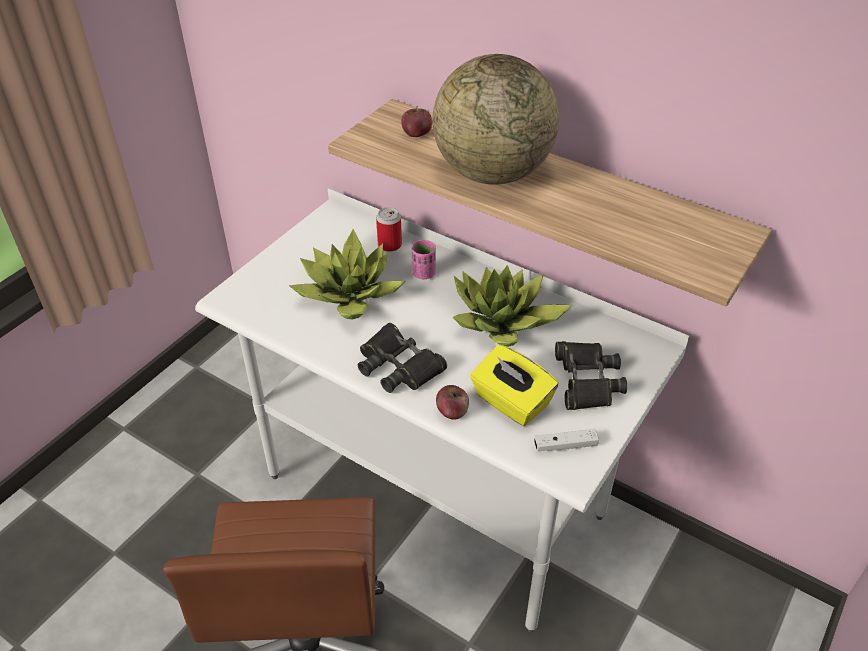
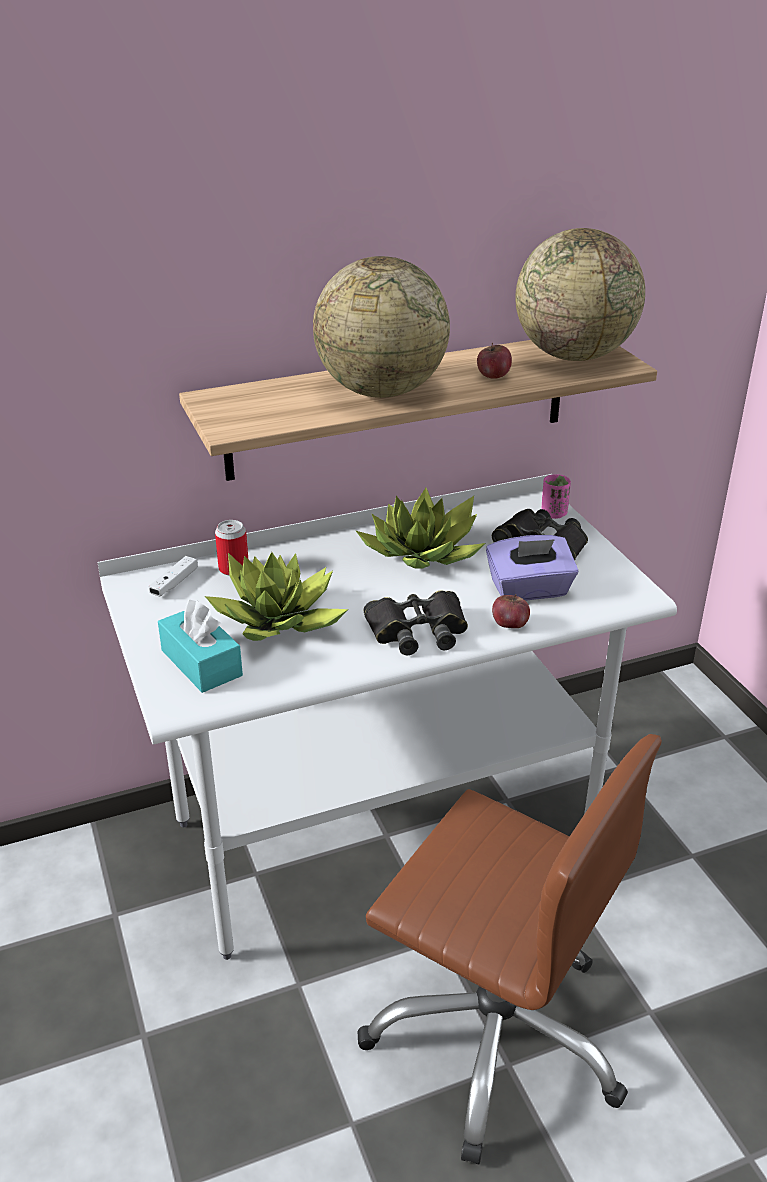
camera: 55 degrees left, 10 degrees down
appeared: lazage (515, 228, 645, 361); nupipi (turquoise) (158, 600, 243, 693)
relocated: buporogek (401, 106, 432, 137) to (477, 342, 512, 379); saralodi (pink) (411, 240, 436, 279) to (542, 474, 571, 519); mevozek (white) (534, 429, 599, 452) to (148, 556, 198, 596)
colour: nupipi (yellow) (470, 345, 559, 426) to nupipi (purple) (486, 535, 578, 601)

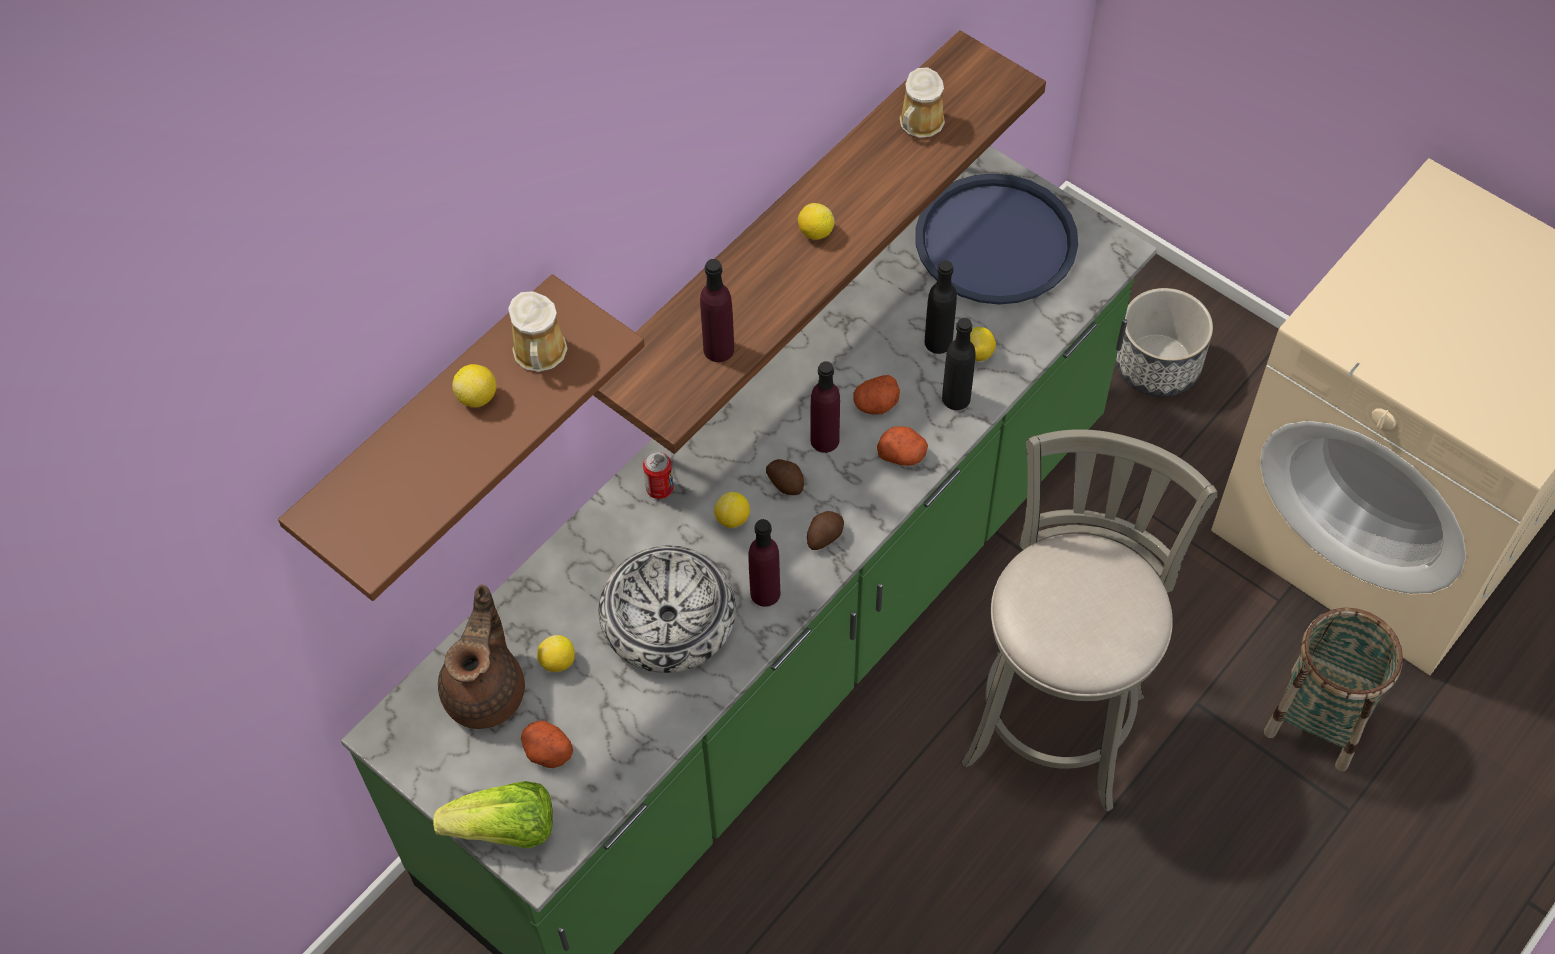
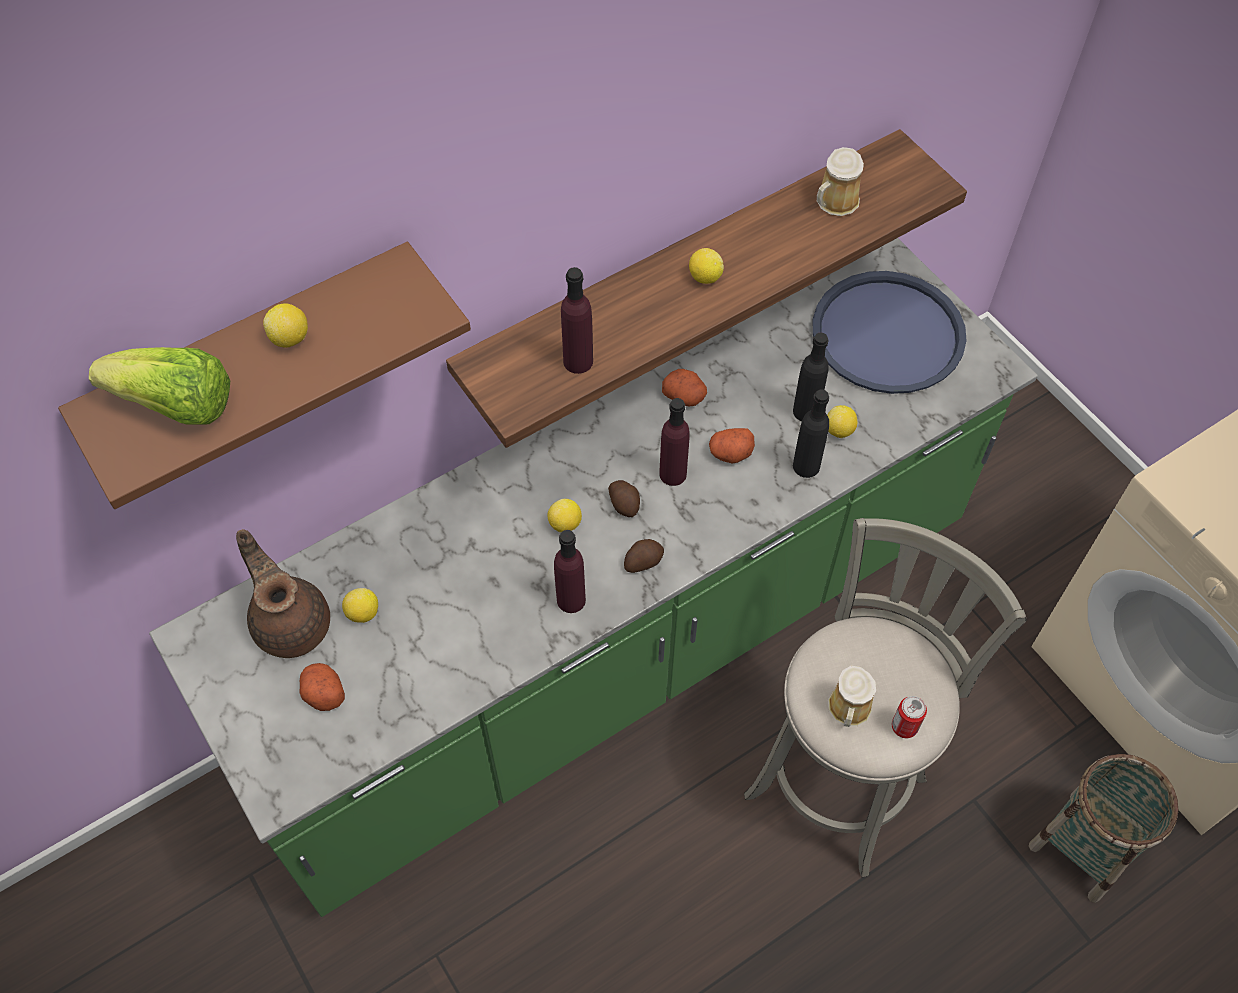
camera: 15 degrees right, 0 degrees up
missing: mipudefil (1115, 288, 1213, 397); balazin (599, 546, 736, 673)
relocated: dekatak (508, 291, 568, 372) to (828, 666, 876, 727); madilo (877, 426, 928, 466) to (662, 369, 707, 407); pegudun (643, 451, 674, 499) to (892, 696, 927, 738); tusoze (433, 781, 553, 849) to (89, 347, 231, 425)
spun: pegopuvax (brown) (438, 584, 525, 729) = (236, 529, 330, 658) 60 degrees counterclockwise

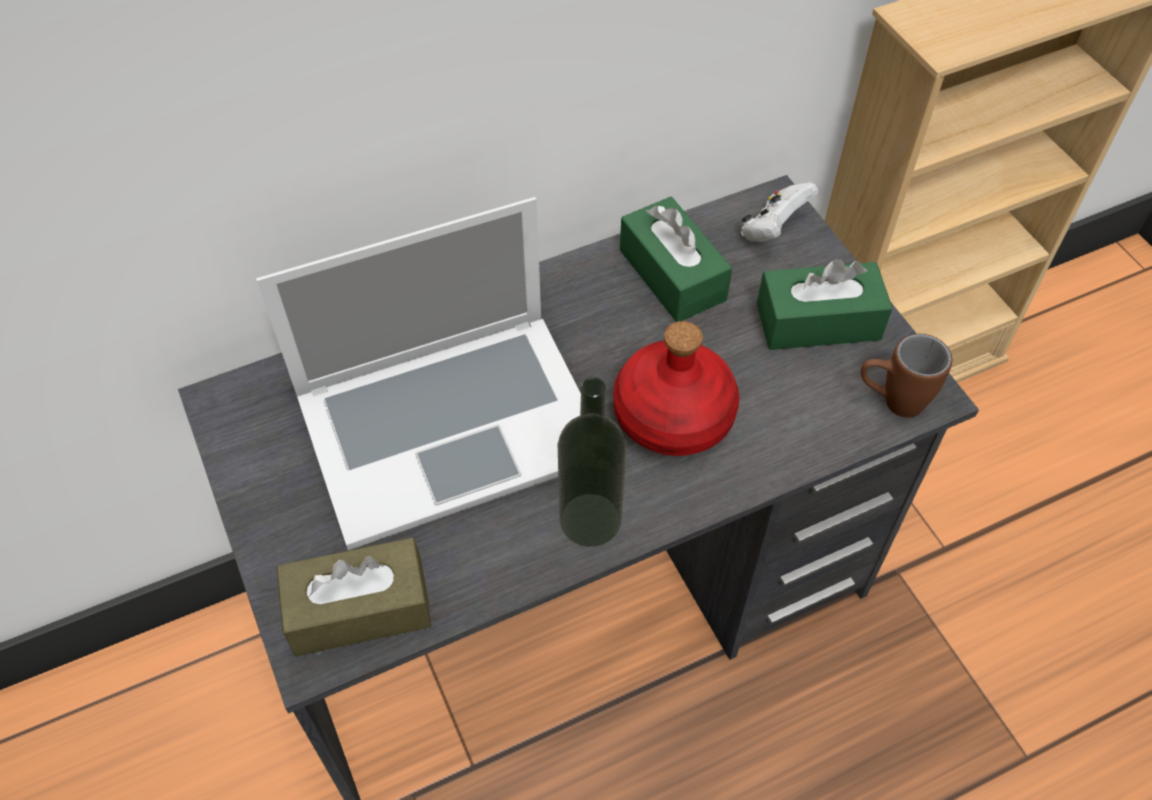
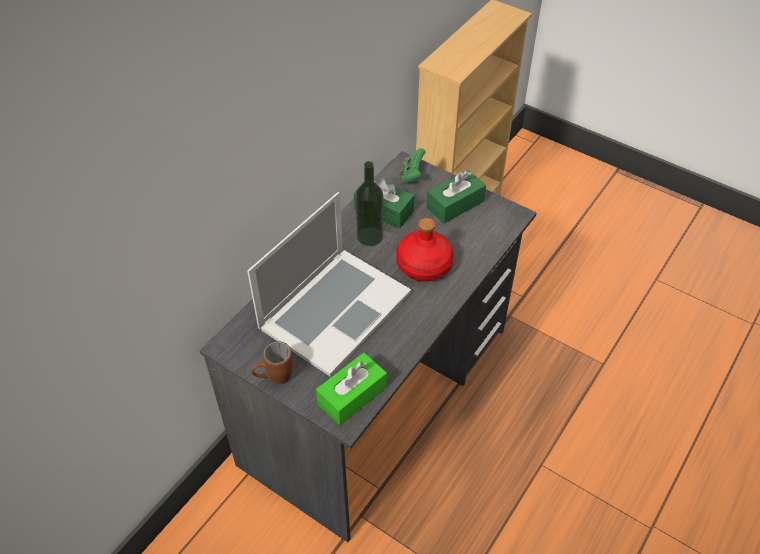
camera: 30 degrees left, 5 degrees down
relocated: dekatak (brown) (861, 334, 952, 418) to (251, 341, 293, 384); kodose (558, 377, 627, 547) to (356, 161, 383, 246)
colour: mevozek (white) (741, 182, 818, 242) to mevozek (green) (400, 148, 425, 184); nupipi (brown) (276, 537, 432, 657) to nupipi (green) (316, 353, 387, 425)

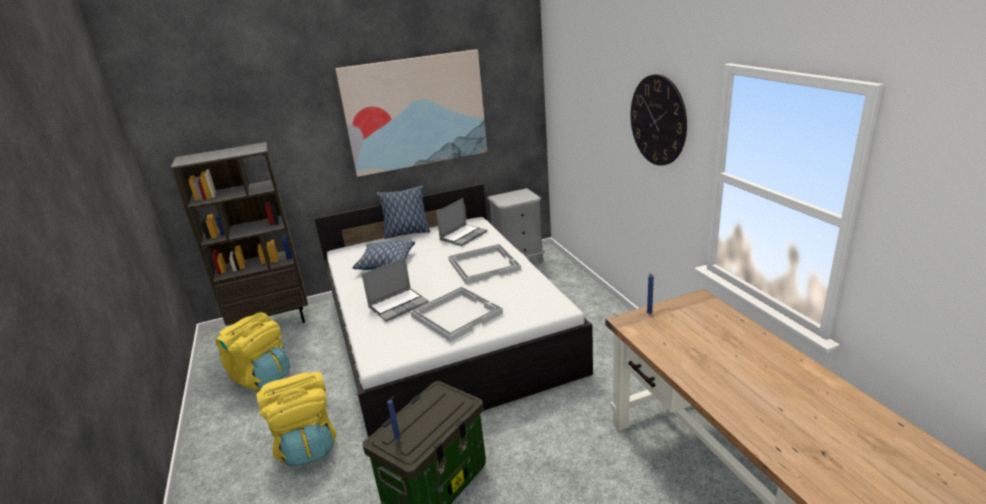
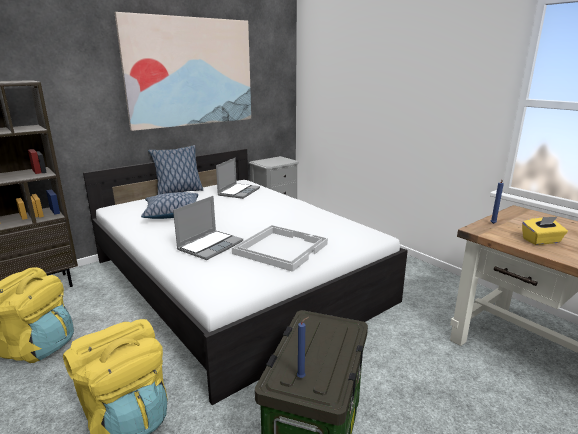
camera: 20 degrees left, 5 degrees down
missing: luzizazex (631, 74, 687, 166); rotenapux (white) (448, 244, 521, 284)
appeared: nupipi (yellow) (522, 217, 568, 245)

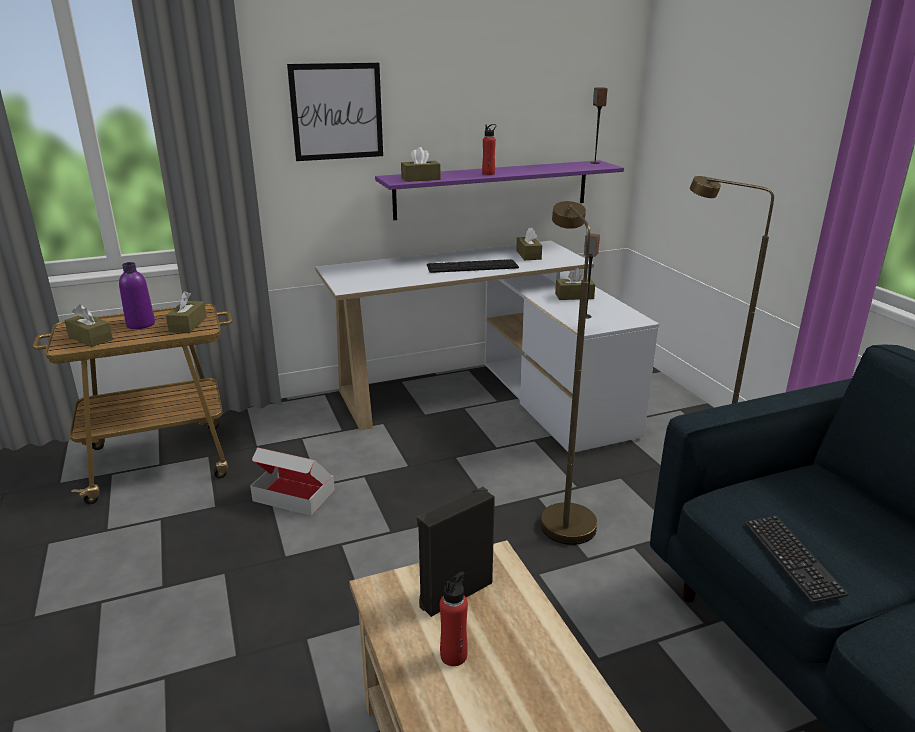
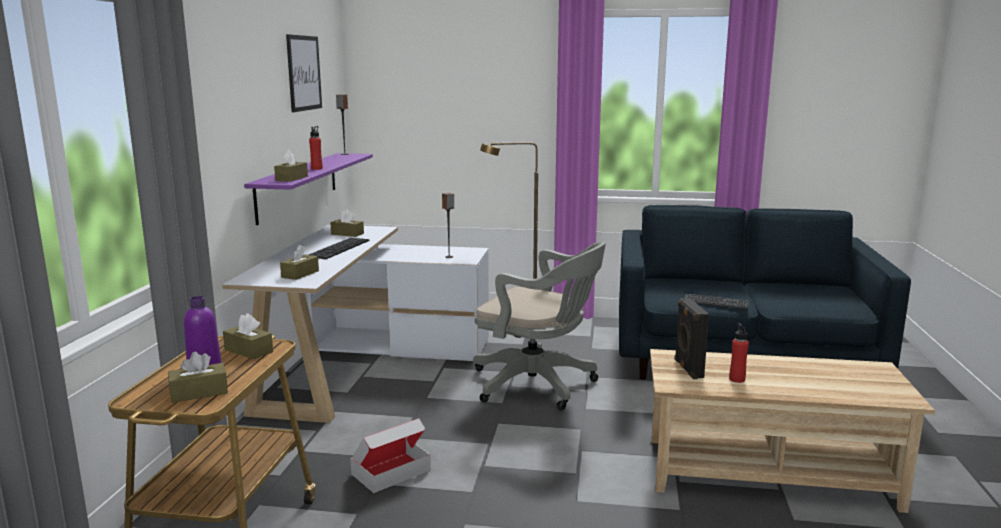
camera: 60 degrees left, 10 degrees down
relocated: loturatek (287, 63, 383, 161) to (286, 34, 322, 112); nupipi (brown) (555, 268, 595, 300) to (280, 245, 319, 280)
exchanged: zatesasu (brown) (541, 201, 597, 545) to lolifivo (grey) (473, 241, 606, 410)

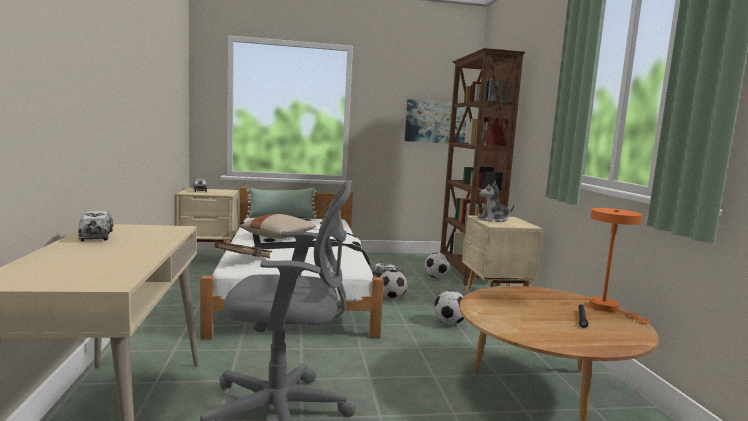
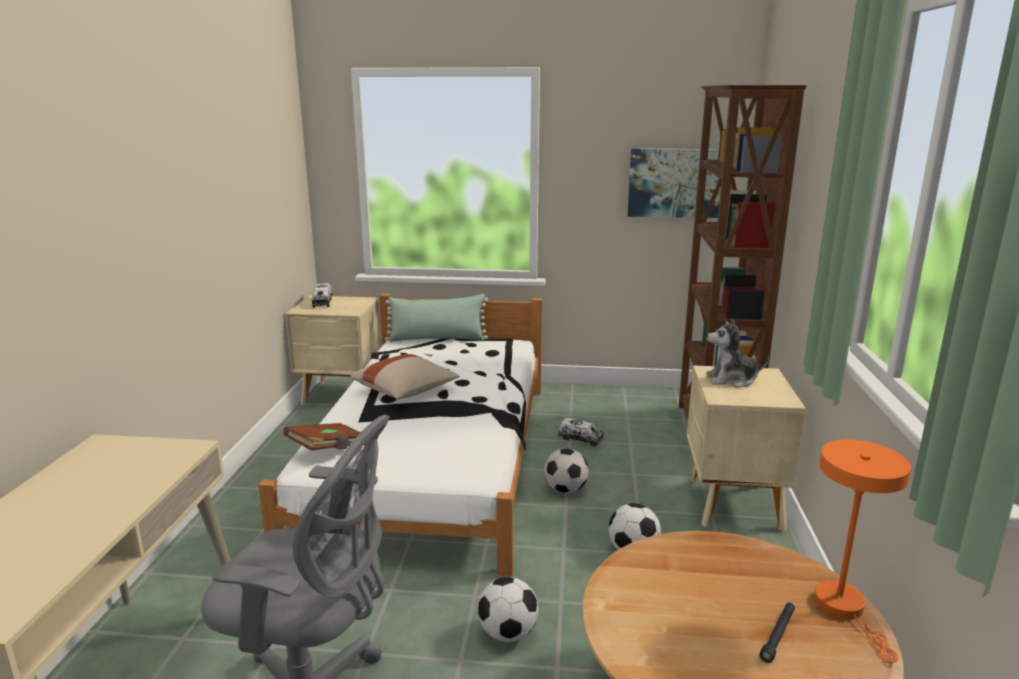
camera: 15 degrees right, 10 degrees up
missing: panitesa (78, 211, 113, 241)
relocated: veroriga (424, 253, 450, 278) to (478, 577, 538, 642)

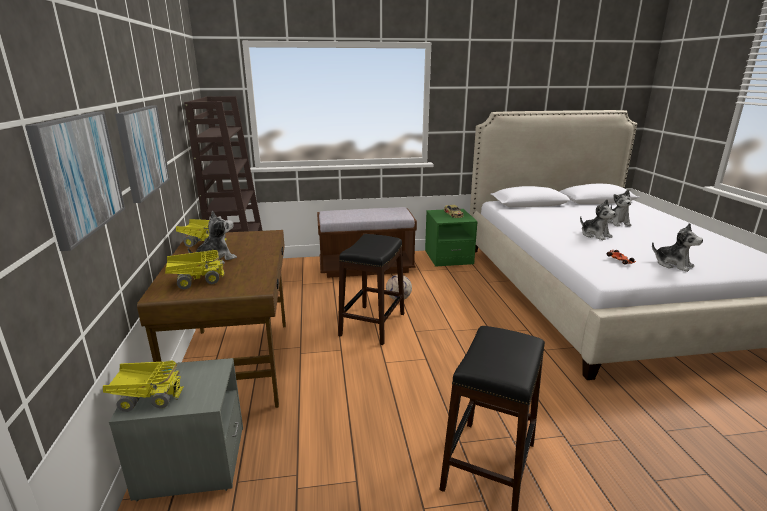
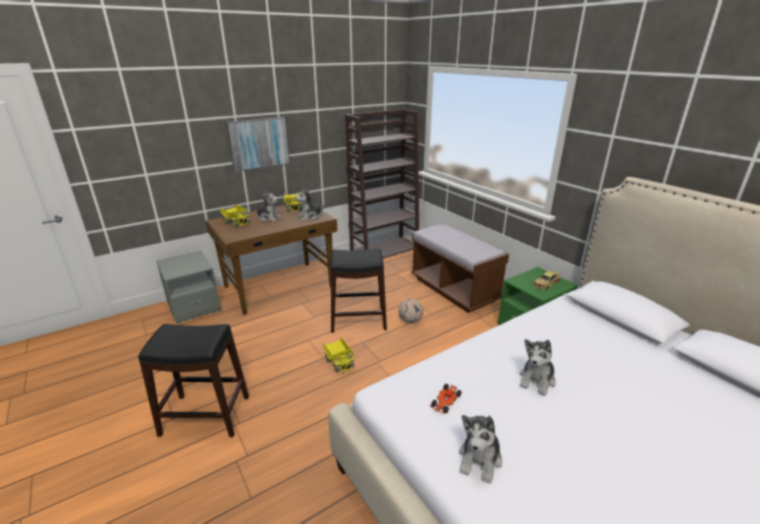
camera: 65 degrees right, 5 degrees up
missing: loturatek (25, 112, 125, 251)
relocated: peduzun (608, 190, 631, 227) to (295, 188, 325, 221); panitesa (103, 360, 184, 412) to (323, 337, 355, 372)

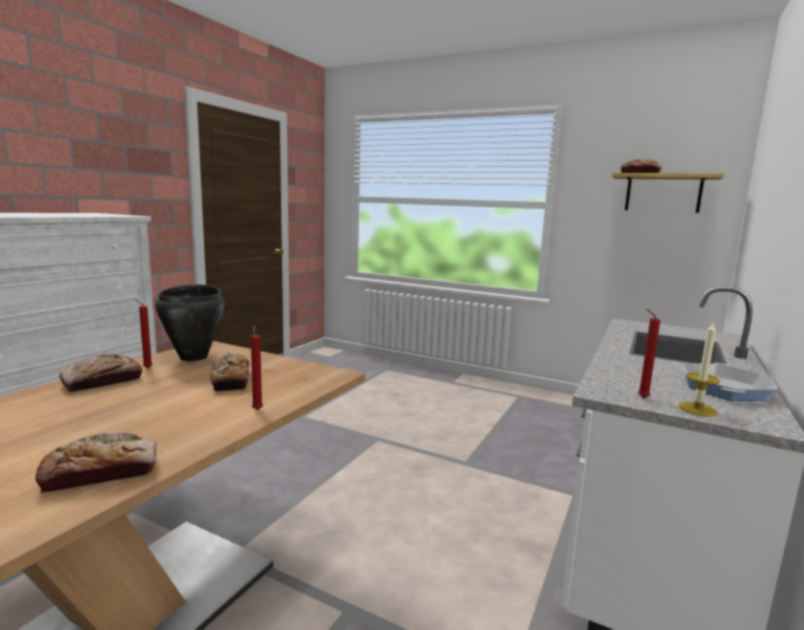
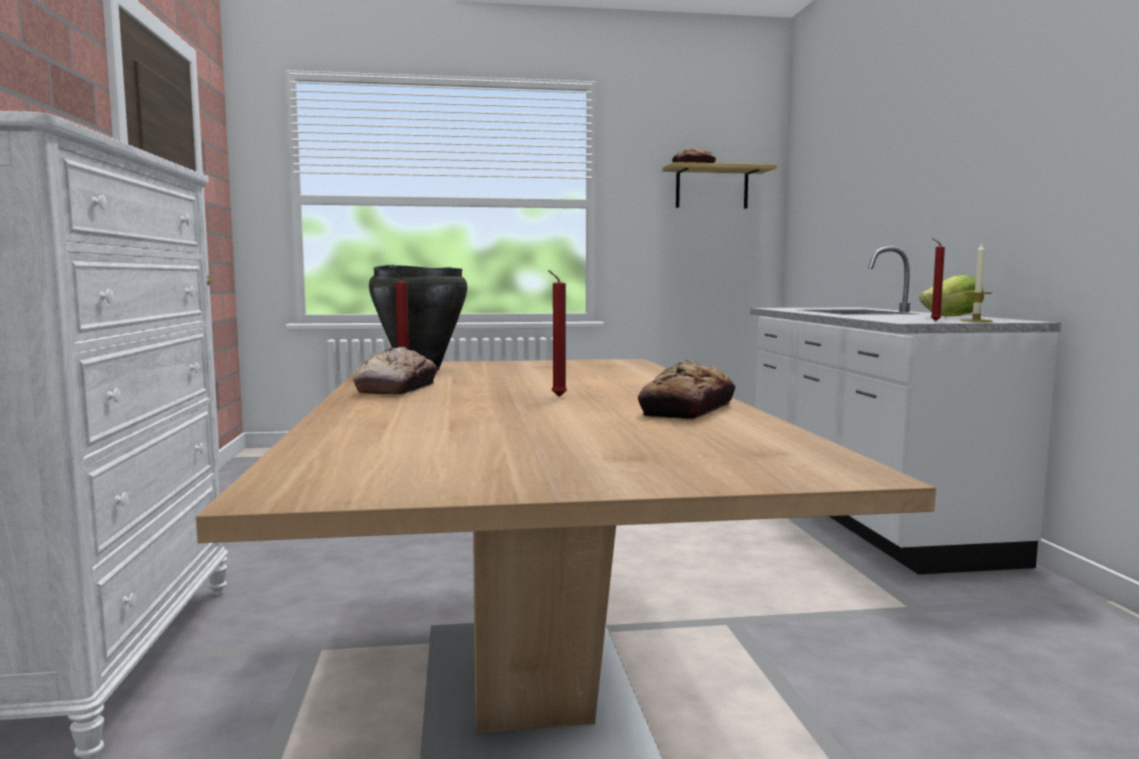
camera: 35 degrees left, 5 degrees down
missing: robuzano (210, 352, 249, 392)
relocated: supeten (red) (251, 325, 263, 410) to (548, 270, 567, 397)
exchanged: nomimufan (682, 363, 778, 401) to tusoze (919, 275, 984, 317)

